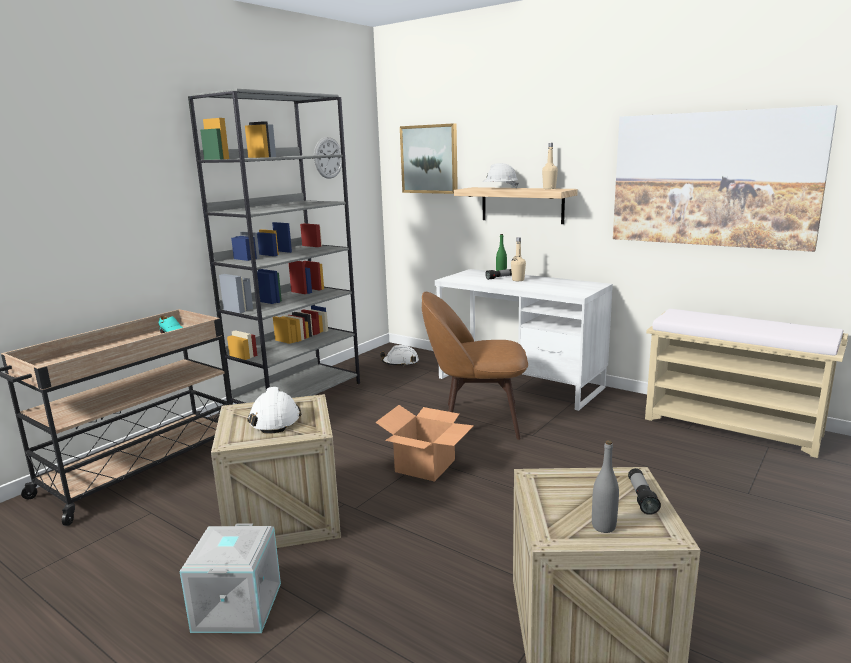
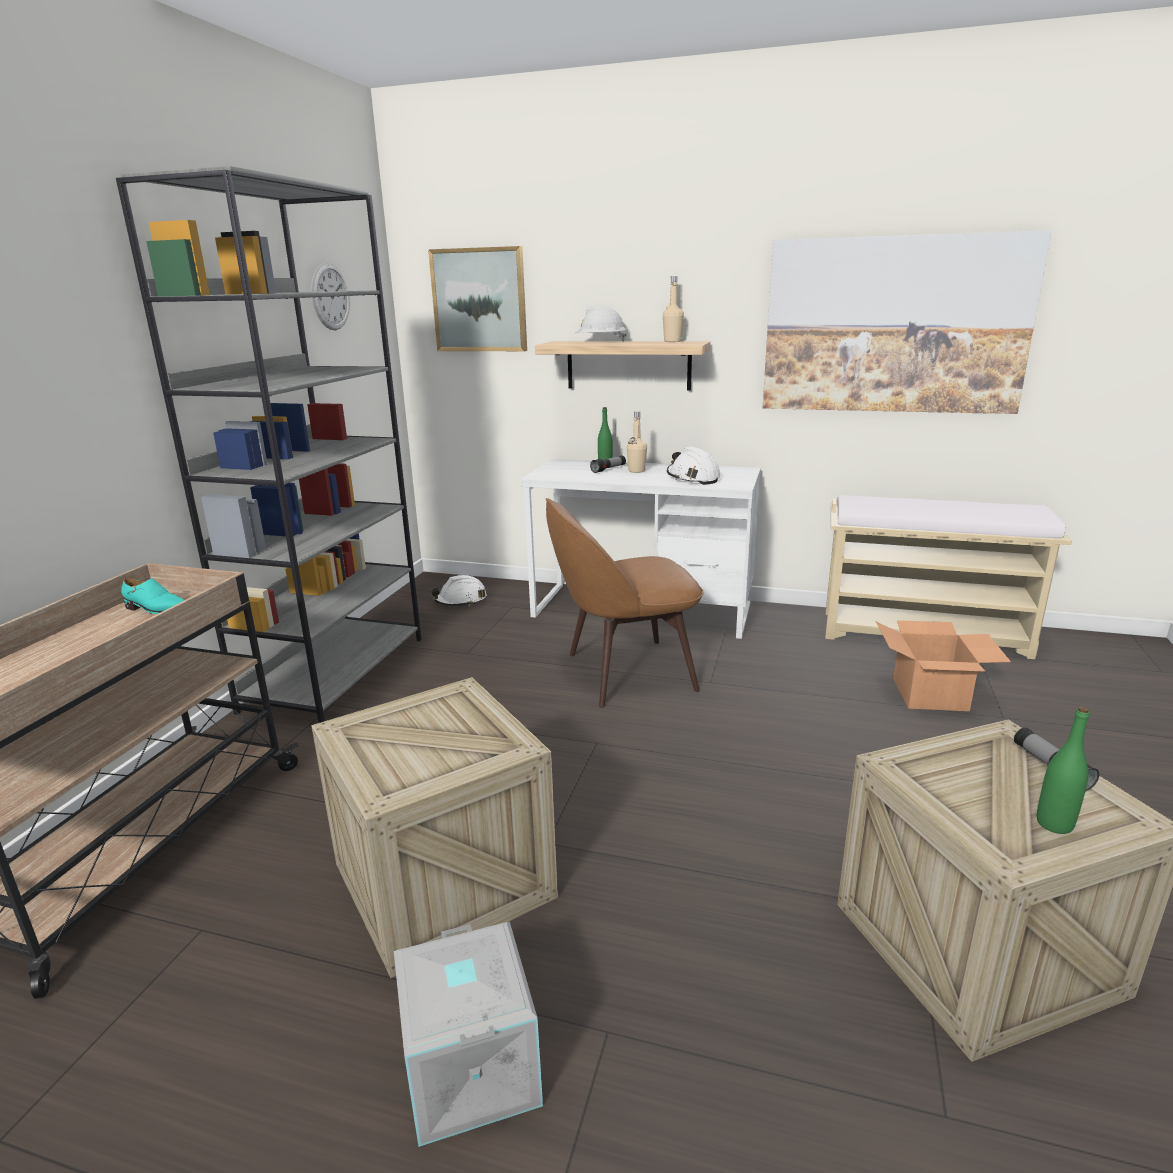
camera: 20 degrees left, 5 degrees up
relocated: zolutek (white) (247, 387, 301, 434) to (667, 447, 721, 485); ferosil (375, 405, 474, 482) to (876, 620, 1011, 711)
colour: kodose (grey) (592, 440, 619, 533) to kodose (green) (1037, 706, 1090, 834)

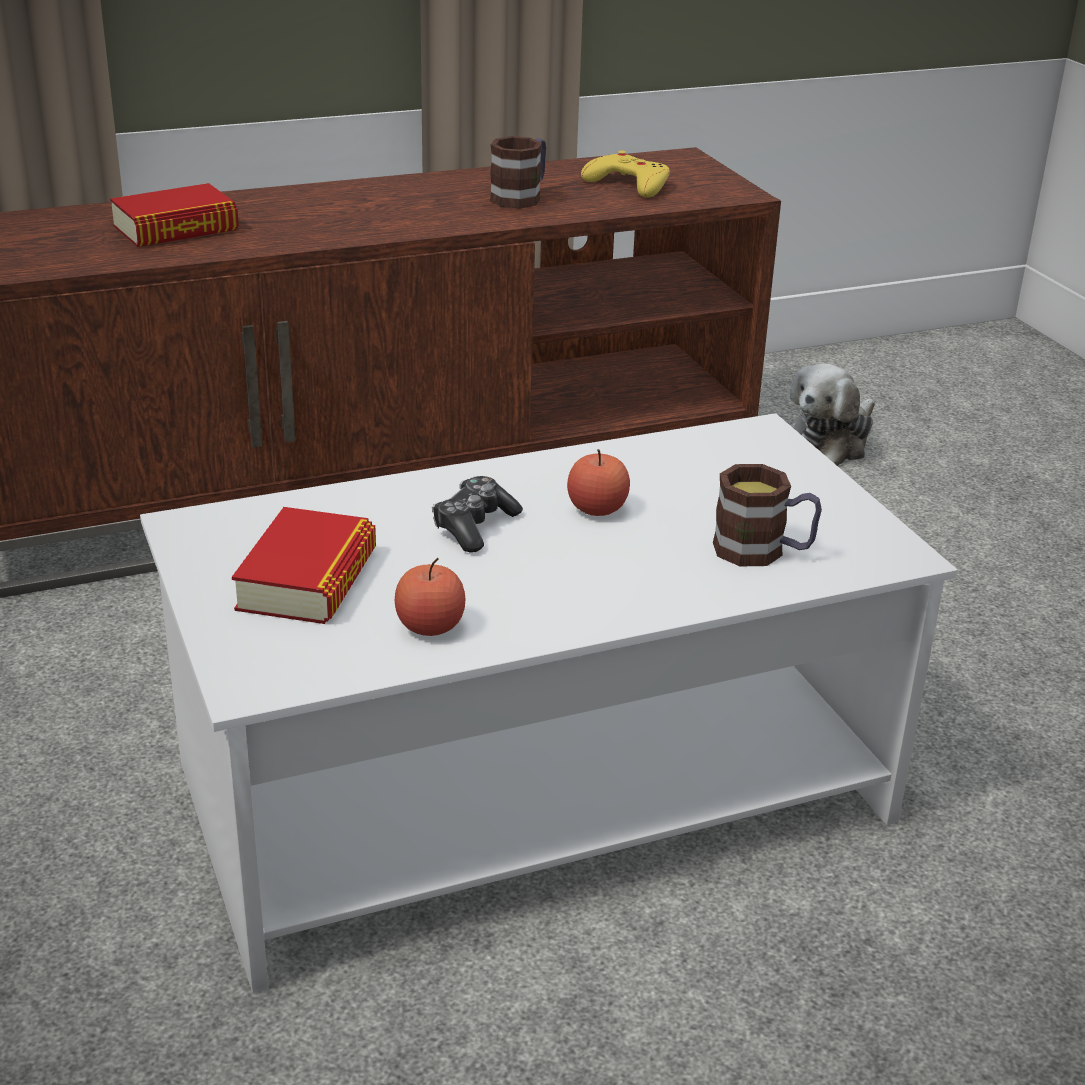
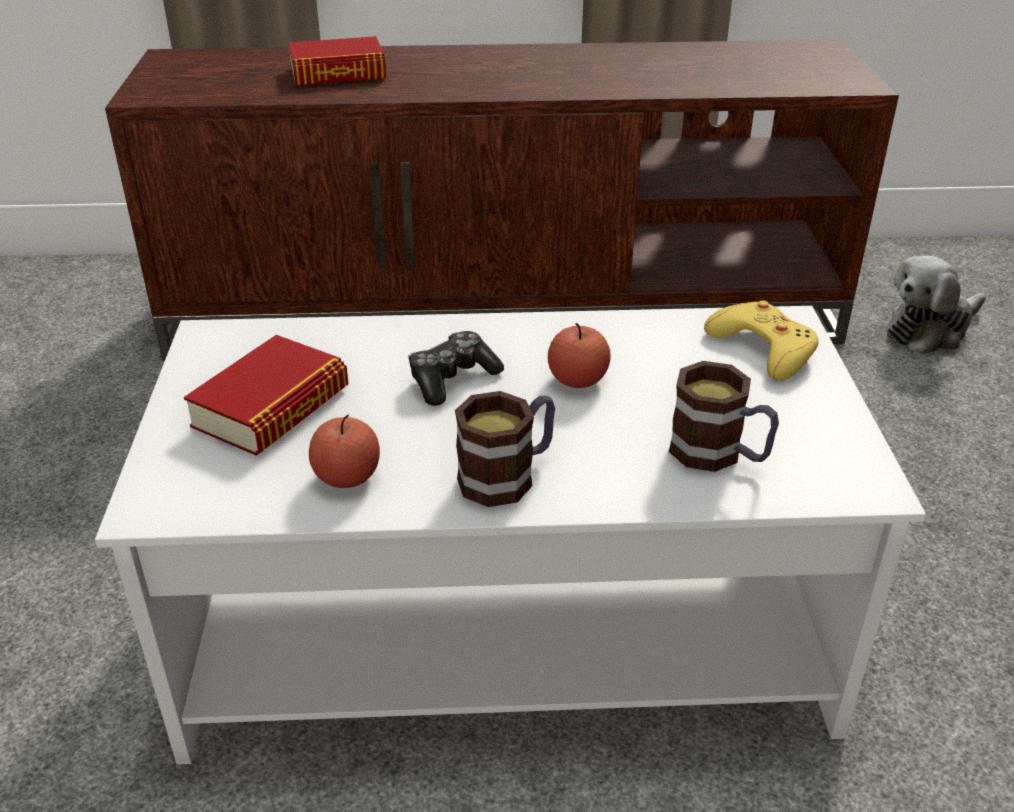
camera: 20 degrees right, 5 degrees up
relocated: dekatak (490, 136, 546, 209) to (455, 391, 555, 507); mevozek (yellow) (581, 151, 670, 198) to (704, 300, 819, 381)

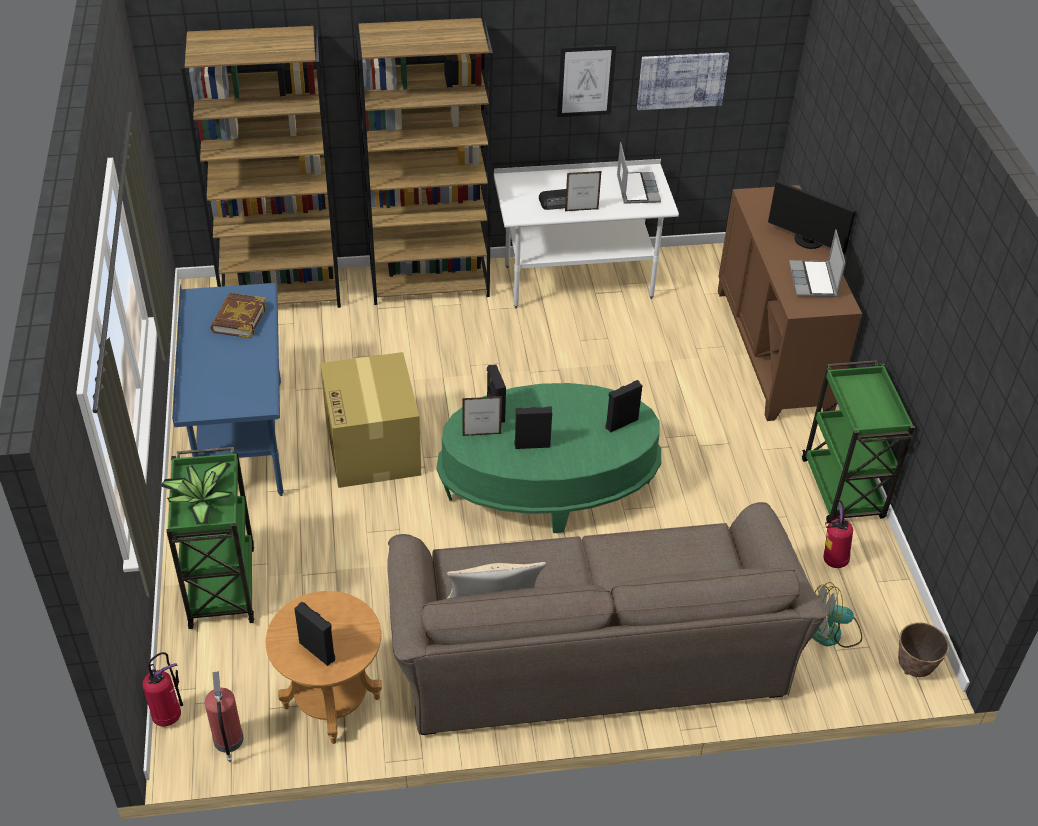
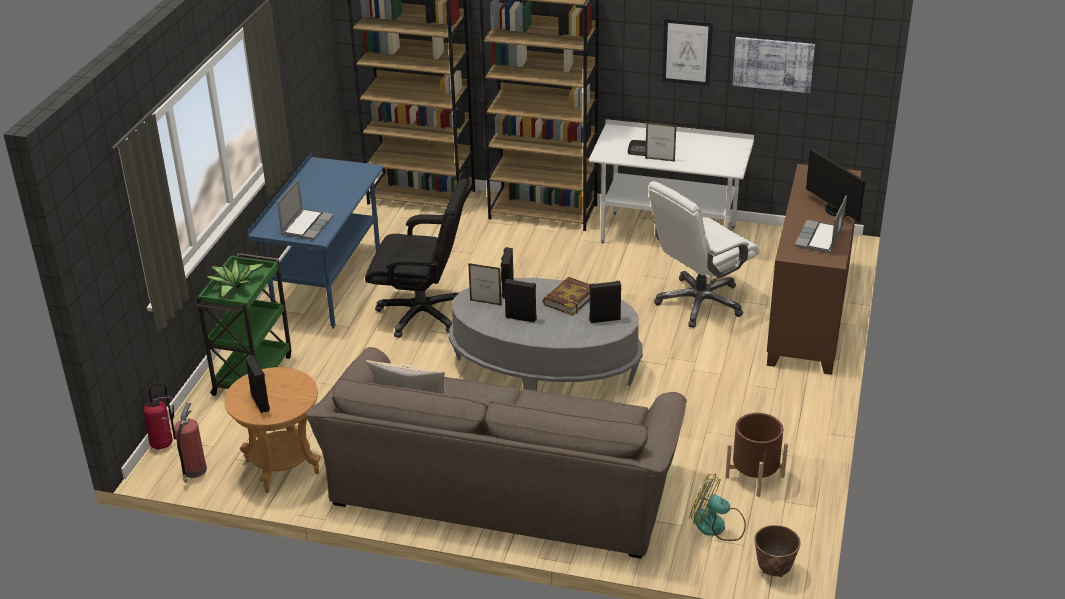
camera: 25 degrees right, 10 degrees down
missing: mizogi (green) (802, 360, 915, 522)
appeared: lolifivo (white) (648, 181, 760, 328)
relocated: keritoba (617, 142, 661, 204) to (277, 179, 334, 240); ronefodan (211, 293, 267, 338) to (543, 277, 590, 316)
exchanged: ferosil (320, 352, 421, 488) to lolifivo (black) (365, 178, 469, 338); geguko (824, 499, 853, 568) to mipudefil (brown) (725, 413, 788, 497)
colour: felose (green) (436, 383, 661, 533) to felose (grey) (448, 278, 643, 391)

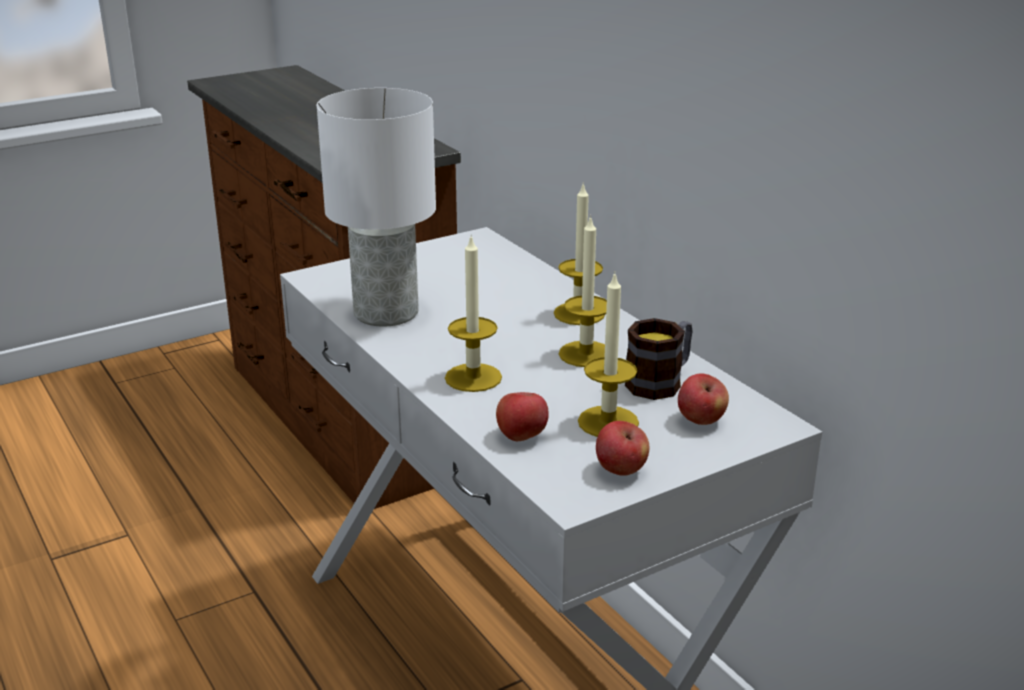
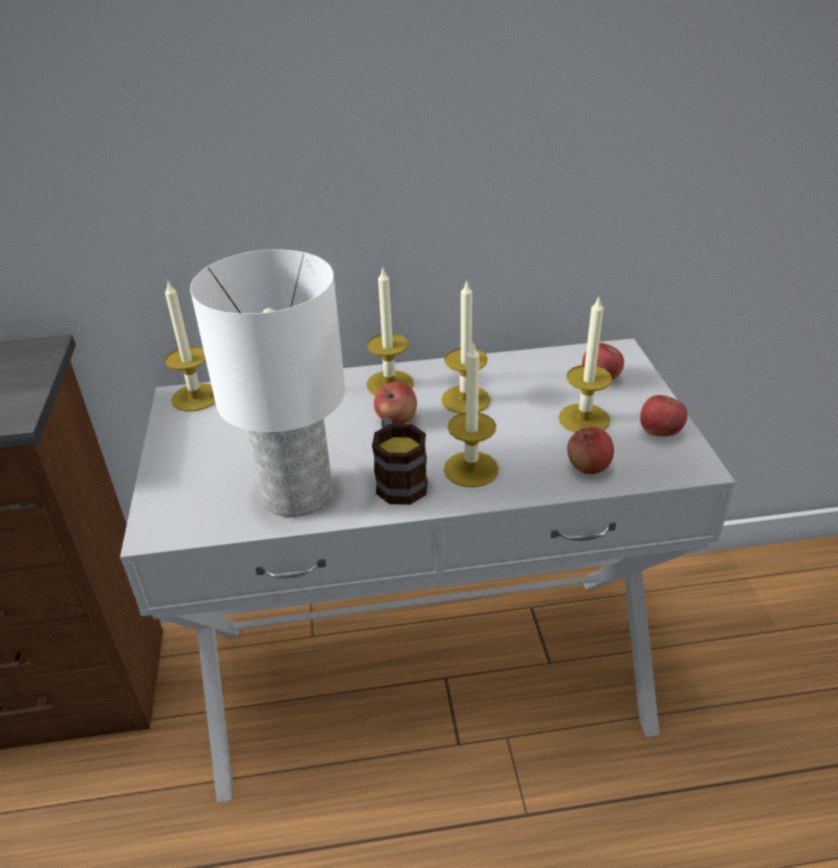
camera: 65 degrees left, 10 degrees up
appeared: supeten (165, 279, 215, 412); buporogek (374, 382, 417, 424)
relocated: dekatak (625, 318, 693, 400) to (372, 417, 428, 505)

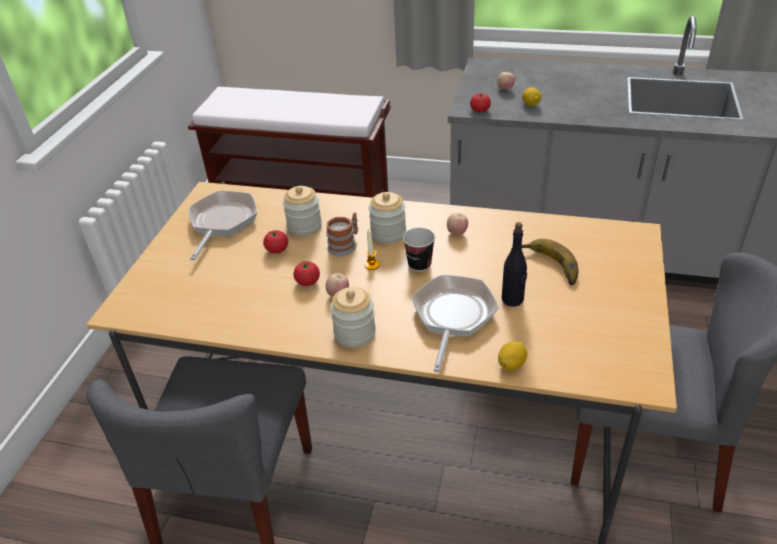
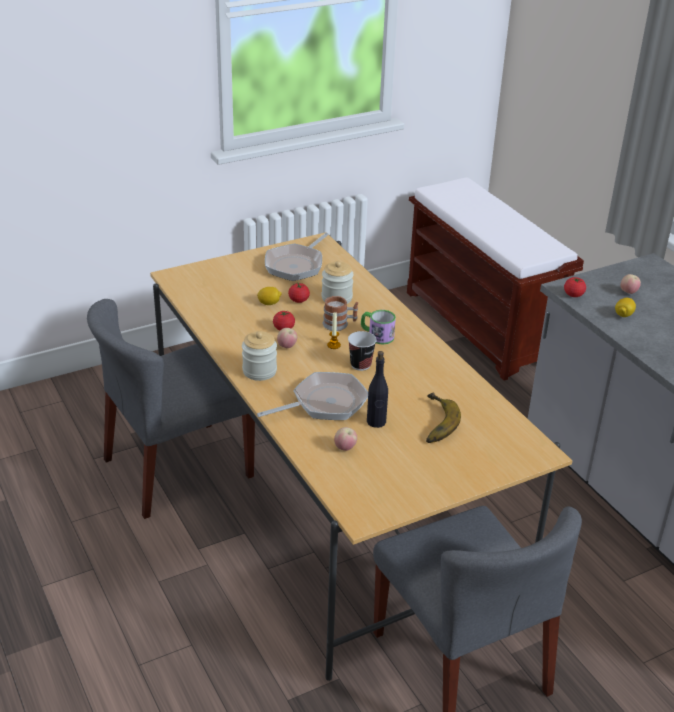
camera: 45 degrees right, 5 degrees down
relocated: buporogek (447, 213, 468, 235) to (334, 427, 357, 451); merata (498, 341, 527, 371) to (257, 287, 282, 305)
exchanged: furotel (369, 192, 406, 244) to dekatak (361, 310, 396, 344)
spun: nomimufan (189, 191, 257, 260) = (265, 233, 329, 281) 150 degrees clockwise

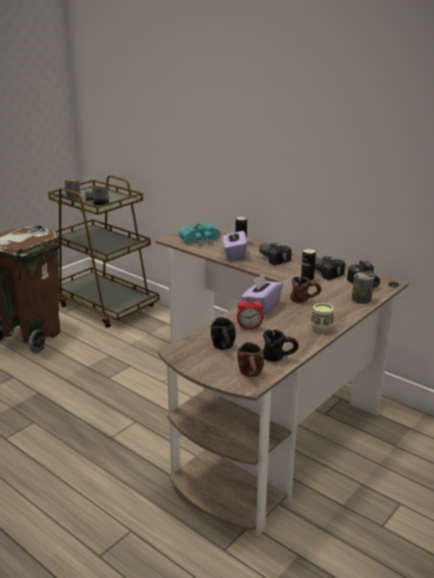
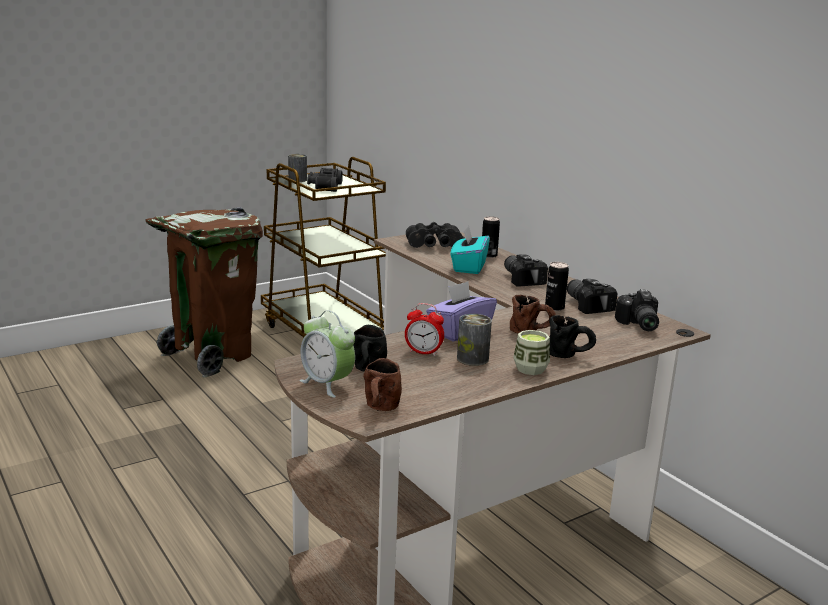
camera: 15 degrees right, 5 degrees down
appeared: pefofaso (300, 311, 355, 398)
relocated: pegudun (352, 272, 374, 304) to (457, 314, 492, 366); dekatak (black) (263, 330, 299, 361) to (549, 315, 596, 358)
colour: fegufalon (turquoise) (179, 223, 220, 244) to fegufalon (black) (406, 222, 463, 248); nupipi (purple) (222, 228, 247, 260) to nupipi (turquoise) (450, 226, 490, 274)

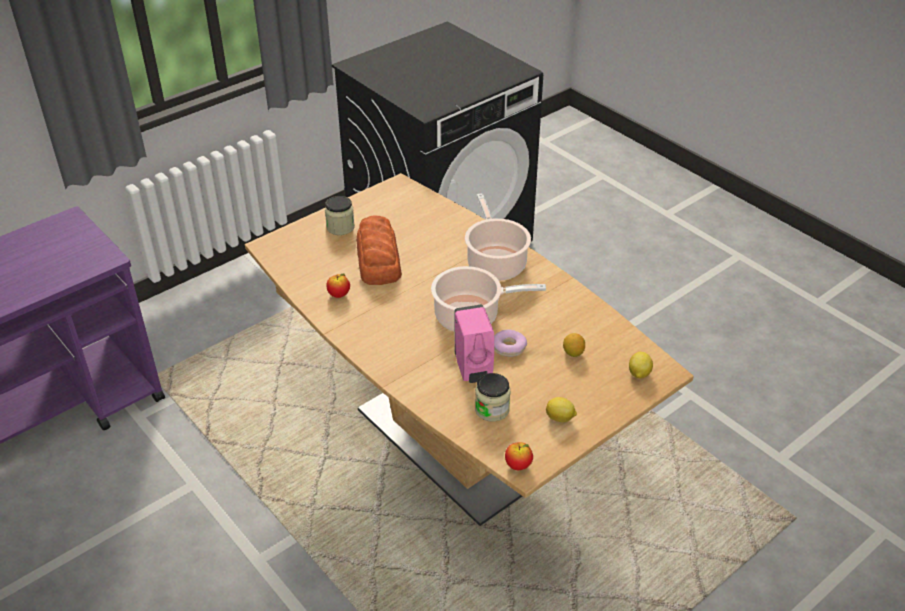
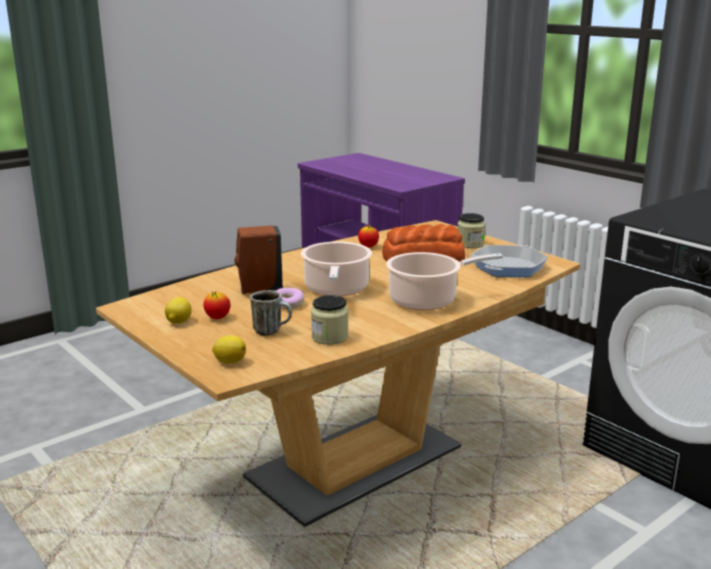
camera: 90 degrees right, 20 degrees down
appeared: nomimufan (471, 245, 548, 277)
relocated: furotel (475, 373, 511, 422) to (311, 295, 348, 345); buporogek (505, 442, 533, 470) to (203, 291, 230, 319)
exchanged: merata (563, 333, 585, 357) to dekatak (250, 290, 292, 336)
colour: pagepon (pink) (454, 305, 494, 383) to pagepon (brown) (234, 226, 283, 294)

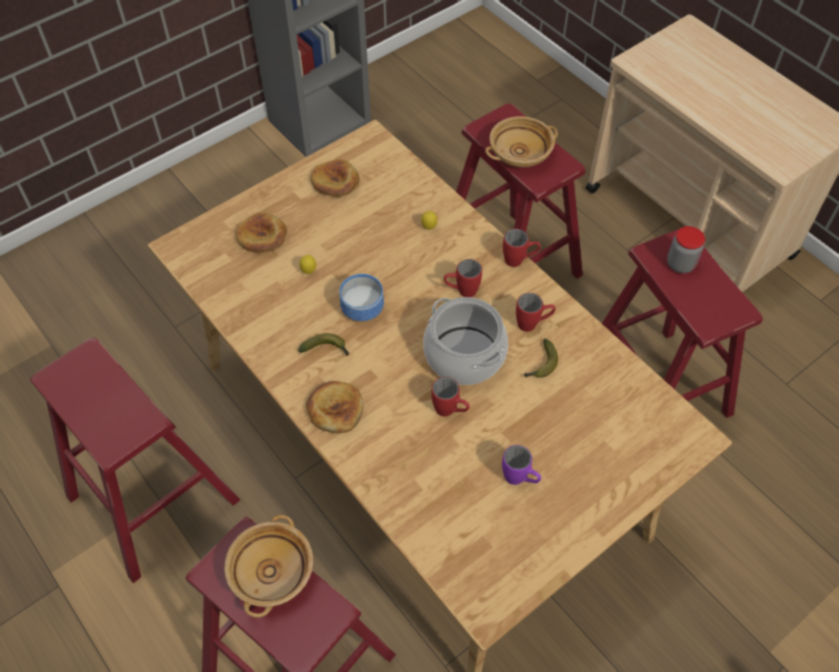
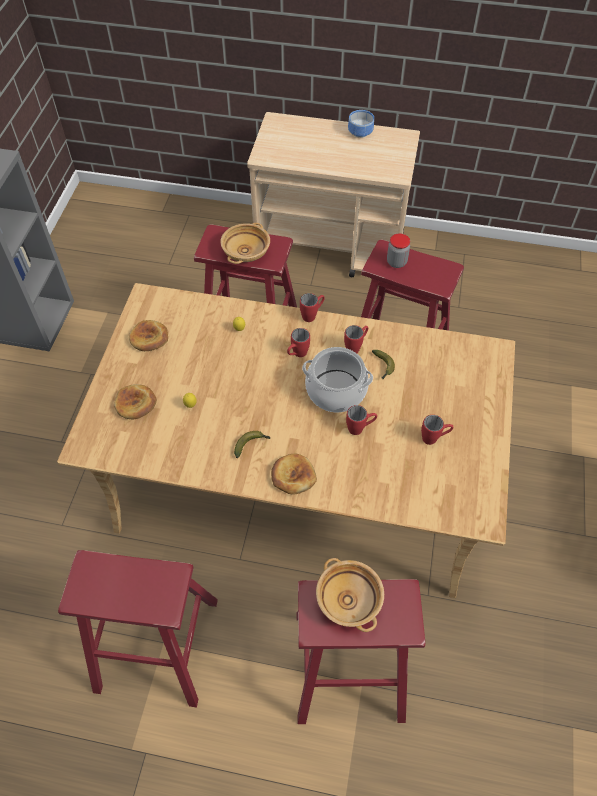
camera: 40 degrees left, 0 degrees up
relocated: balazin (339, 274, 384, 321) to (348, 110, 374, 138)
colour: dekatak (purple) (502, 445, 541, 485) to dekatak (red) (421, 415, 453, 445)

